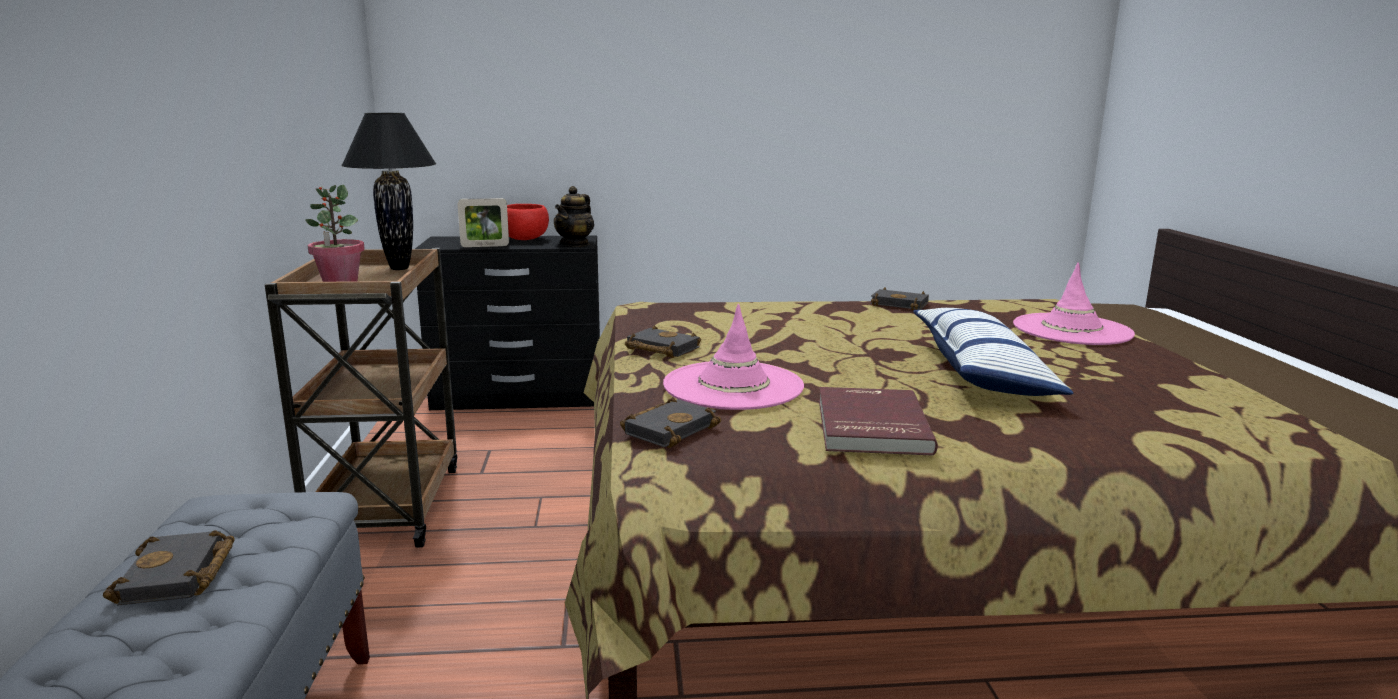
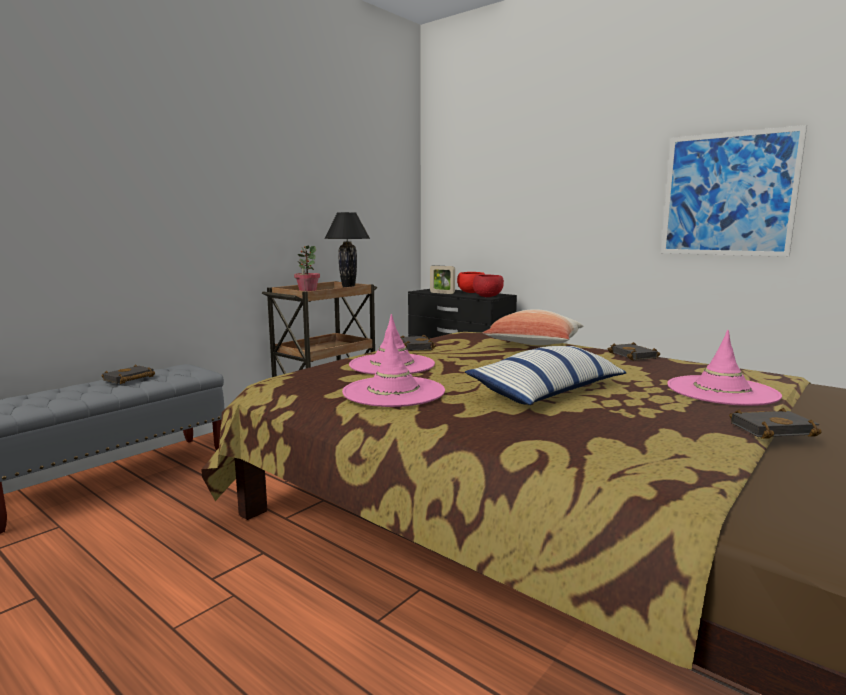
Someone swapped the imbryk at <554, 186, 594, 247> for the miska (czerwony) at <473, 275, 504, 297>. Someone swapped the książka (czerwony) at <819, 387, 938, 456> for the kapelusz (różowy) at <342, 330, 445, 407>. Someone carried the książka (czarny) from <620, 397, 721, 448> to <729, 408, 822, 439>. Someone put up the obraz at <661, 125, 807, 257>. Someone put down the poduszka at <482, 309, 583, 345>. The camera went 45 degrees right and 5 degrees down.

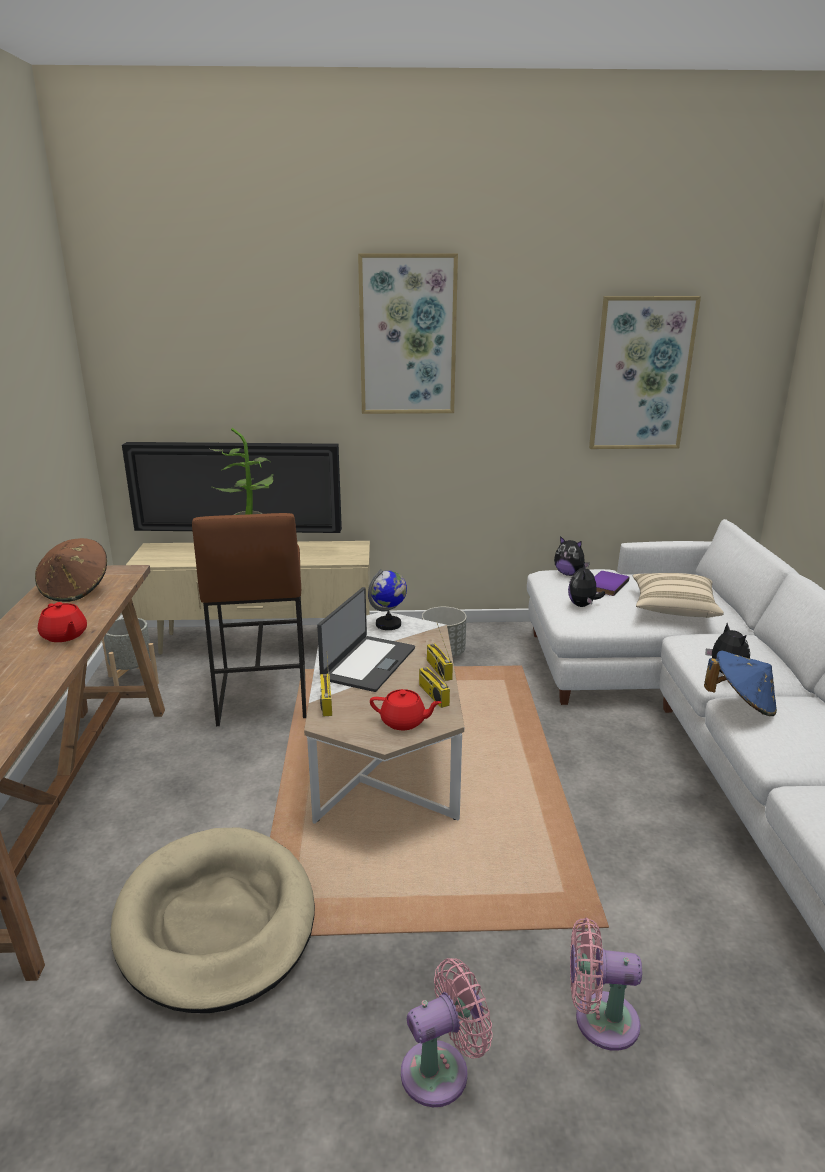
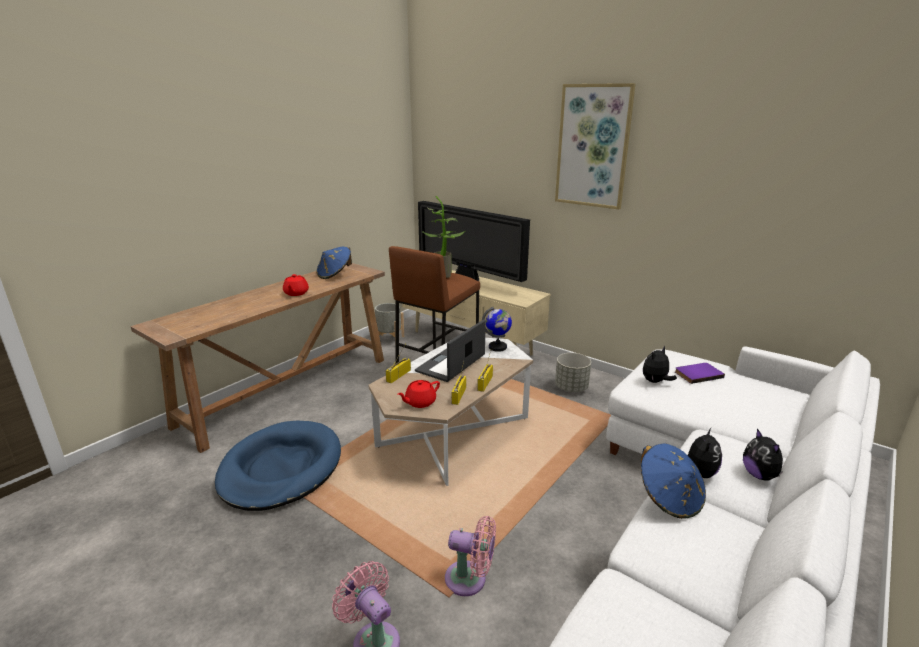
Someone took away the obraz at <589, 296, 701, 449>. Someone carried the pluszak from <554, 536, 590, 576> to <743, 429, 783, 480>. Someone repainted the kapelusz (brązowy) at <35, 538, 107, 602>, which became the kapelusz (niebieski) at <316, 247, 352, 279>. Someone took away the poduszka (beżowy) at <633, 573, 724, 618>. Someone rotated the laptop at <317, 587, 415, 692> by 150 degrees clockwise. Someone rotated the imbryk (czerwony) at <370, 689, 441, 730> by 90 degrees clockwise. Someone repainted the legowisko (beżowy) at <110, 827, 315, 1013>, which became the legowisko (niebieski) at <215, 420, 341, 511>. Someone carried the wentylator (różowy) from <401, 958, 493, 1107> to <445, 516, 496, 596>. The camera went 40 degrees right and 0 degrees up.

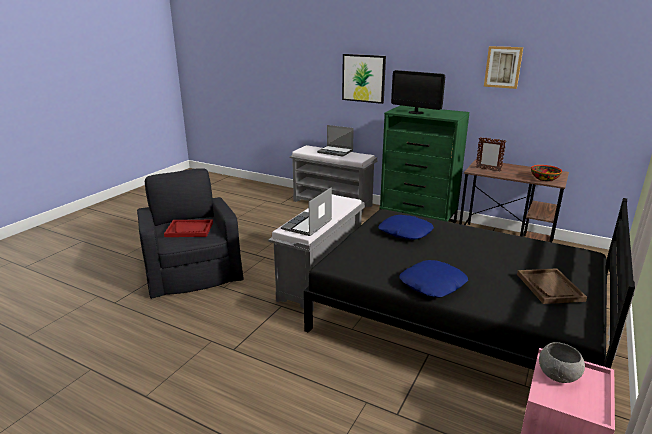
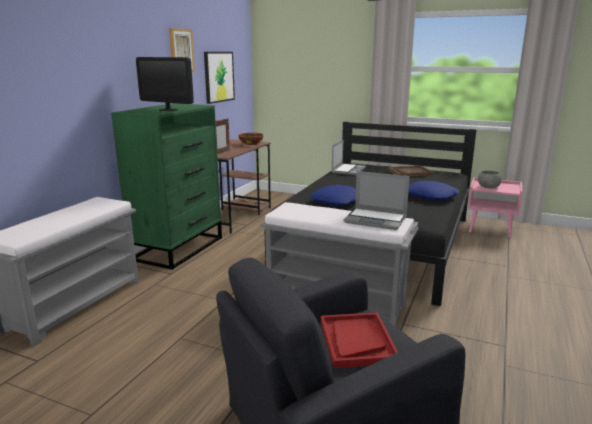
Someone carried the obraz from <342, 54, 386, 104> to <204, 52, 235, 104>. Someone rotated the monitor at <391, 70, 445, 114> by 90 degrees clockwise. Someone carried the laptop from <317, 125, 354, 157> to <331, 139, 366, 175>. The camera went 95 degrees left and 5 degrees down.

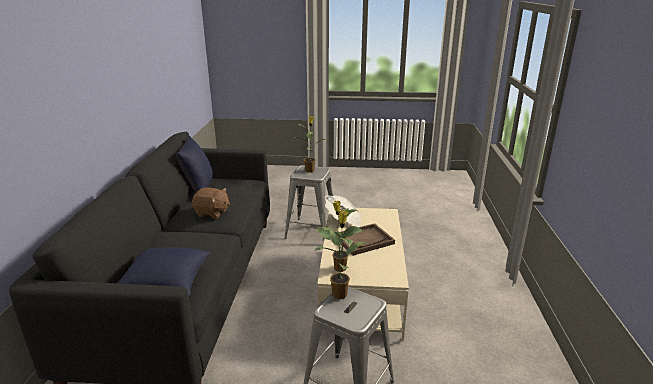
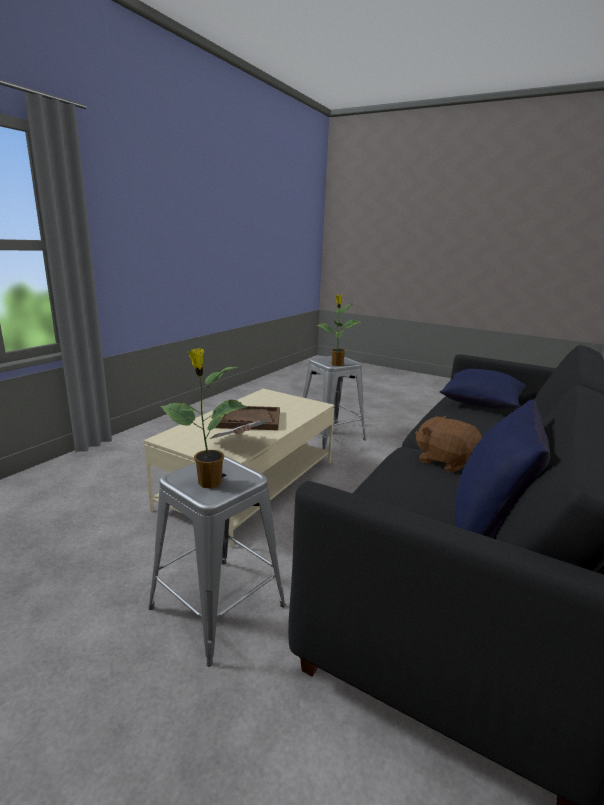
Someone took away the roślina doniczkowa at <315, 201, 363, 272>. The camera went 155 degrees left and 5 degrees down.

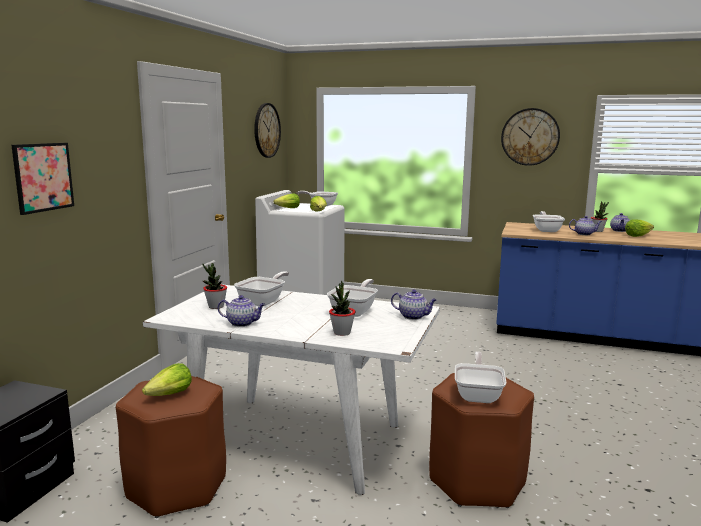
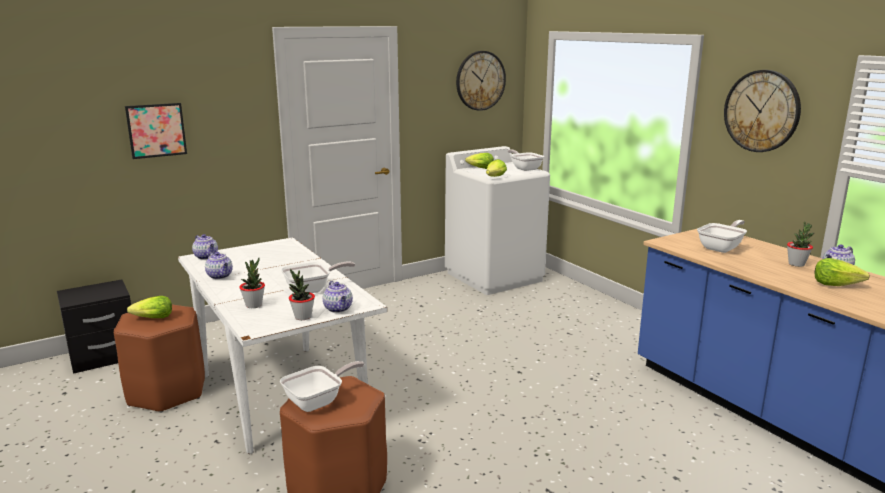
Someone carried the imbryk from <569, 216, 602, 235> to <192, 234, 218, 260>. Someone carried the roślina doniczkowa from <203, 263, 227, 309> to <289, 269, 315, 320>. Someone took away the patelnia at <234, 271, 289, 306>. The camera went 40 degrees right and 5 degrees up.

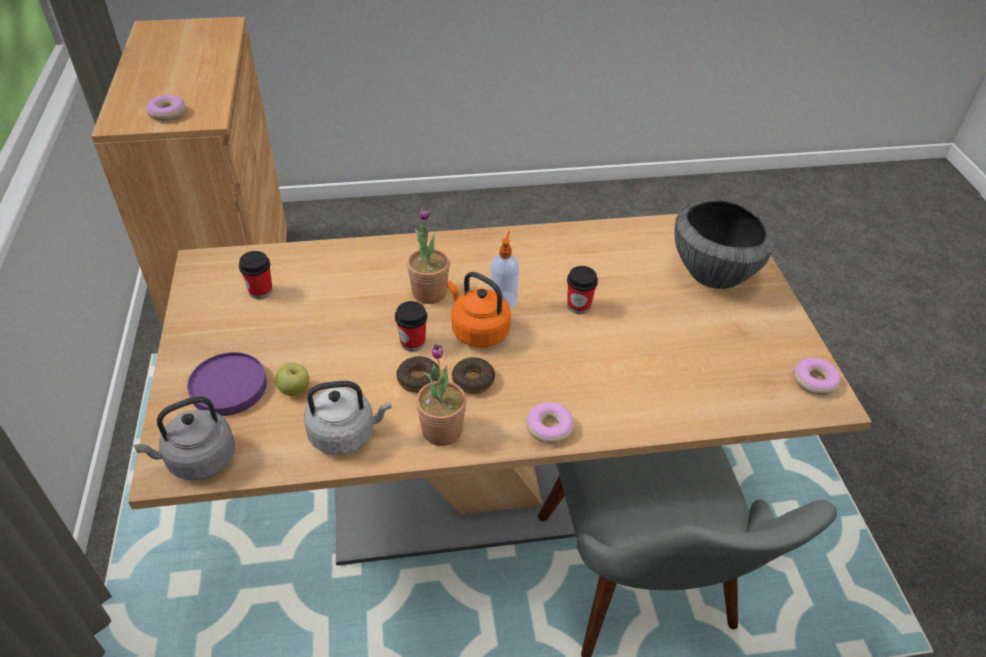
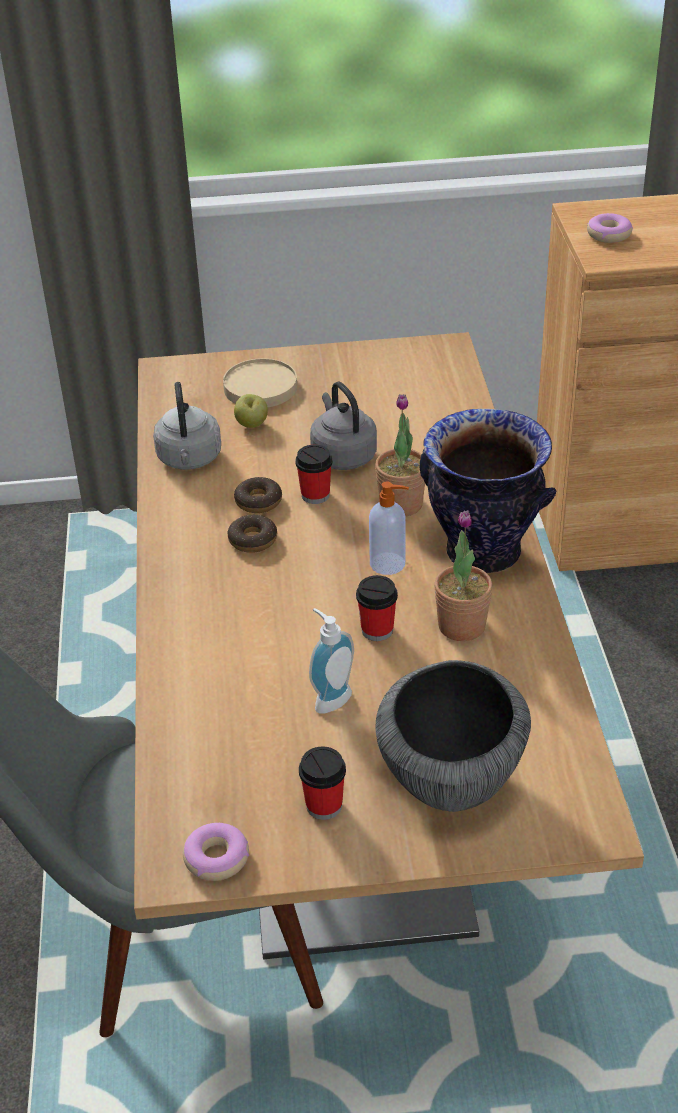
Someone carried the filiżanka from <239, 251, 273, 299> to <299, 746, 346, 820>. Someone took away the czajnik (pomarańczowy) at <447, 272, 511, 348>. Someone carried the roślina doniczkowa from <416, 344, 466, 446> to <434, 510, 493, 641>. Someone repainted the talerz (fioletowy) at <187, 352, 267, 416>, which became the talerz (beżowy) at <223, 358, 297, 407>. Someone carried the czajnik (szary) from <133, 396, 235, 480> to <310, 381, 377, 470>. Someone took away the donut at <525, 402, 574, 444>. Someone put down the wazon at <420, 409, 556, 573>. Someone put down the dozownik mydła at <309, 608, 354, 714>. The camera went 95 degrees right and 5 degrees down.

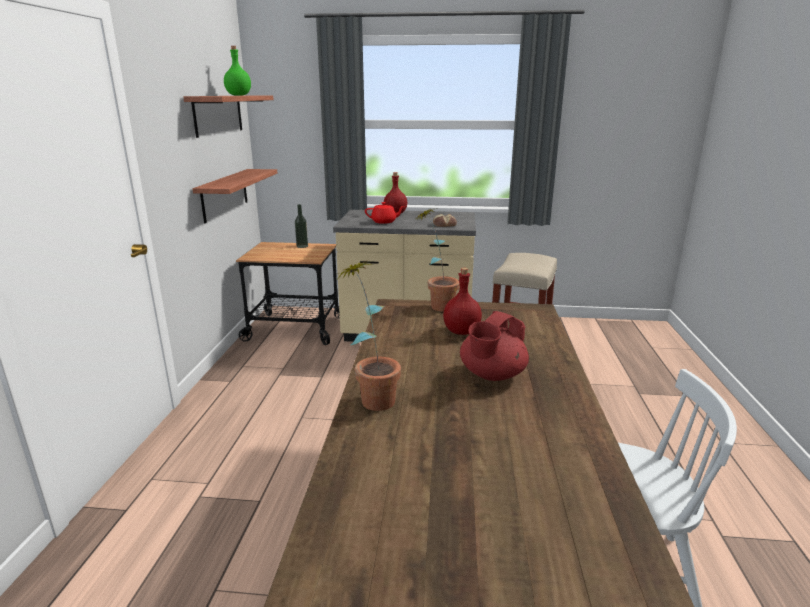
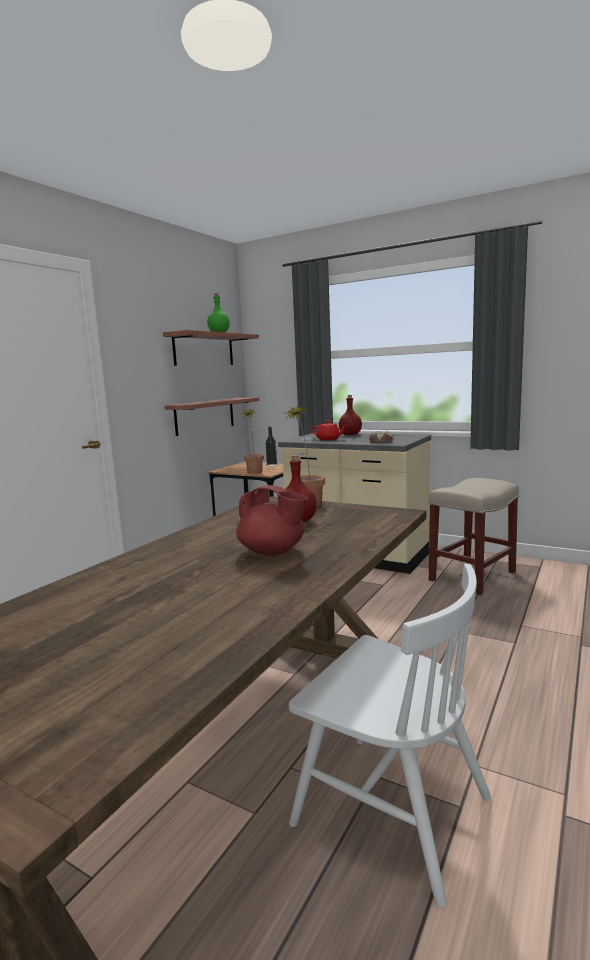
Someone carried the roślina doniczkowa from <336, 260, 401, 411> to <241, 408, 264, 474>. Someone rotated the imbryk (czerwony) at <460, 311, 529, 381> by 120 degrees counterclockwise. The camera went 25 degrees right and 10 degrees down.

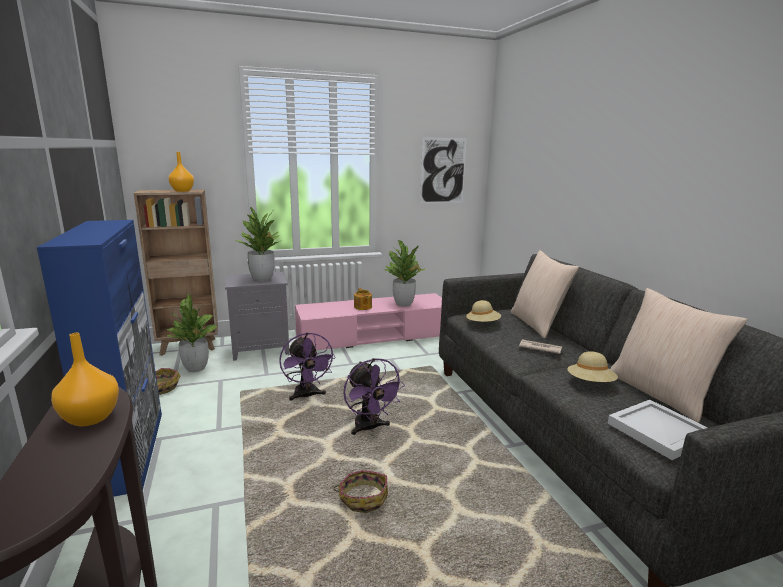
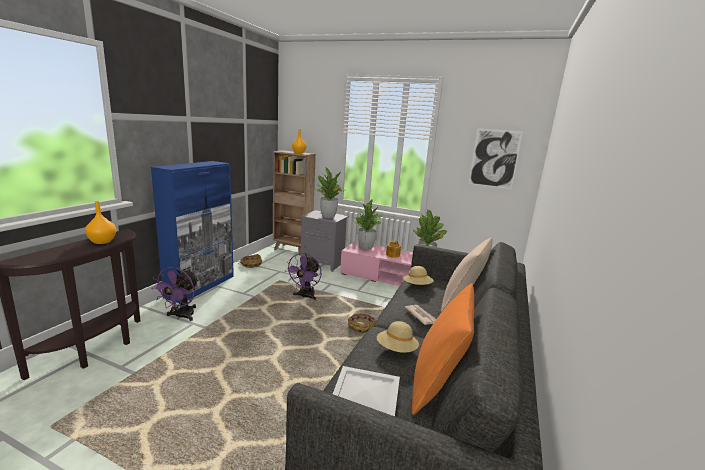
Someone repainted the poduszka (beżowy) at <610, 288, 747, 423>, which became the poduszka (pomarańczowy) at <412, 284, 474, 415>. Someone carried the roślina doniczkowa from <164, 294, 217, 372> to <353, 199, 382, 250>. Someone carried the wentylator (fioletowy) from <344, 358, 405, 435> to <151, 267, 199, 321>. Someone carried the koszyk from <333, 470, 388, 513> to <348, 313, 376, 334>. The camera went 40 degrees right and 0 degrees up.

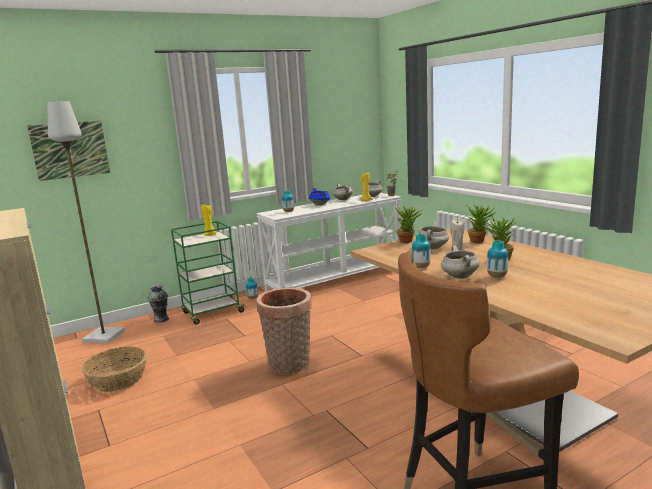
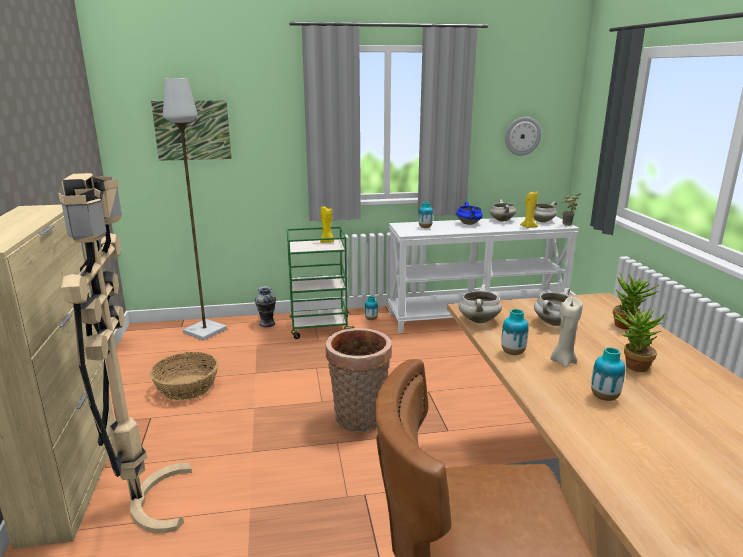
Someone took away the roślina doniczkowa at <395, 205, 422, 243>. Someone carried the garnek (biały) from <441, 245, 480, 279> to <458, 284, 502, 323>. Someone put up the zegar ścienny at <505, 117, 541, 156>. Someone put down the lampa stojąca (beżowy) at <58, 173, 192, 533>. The camera went 20 degrees right and 5 degrees up.

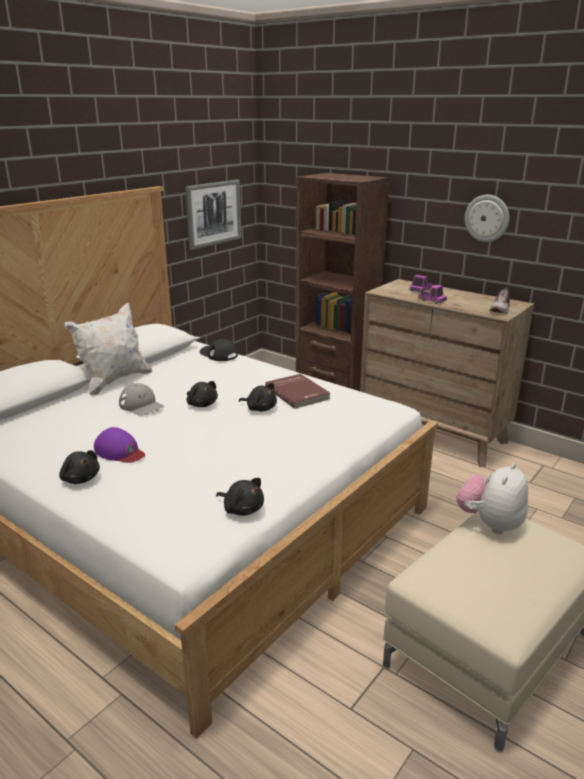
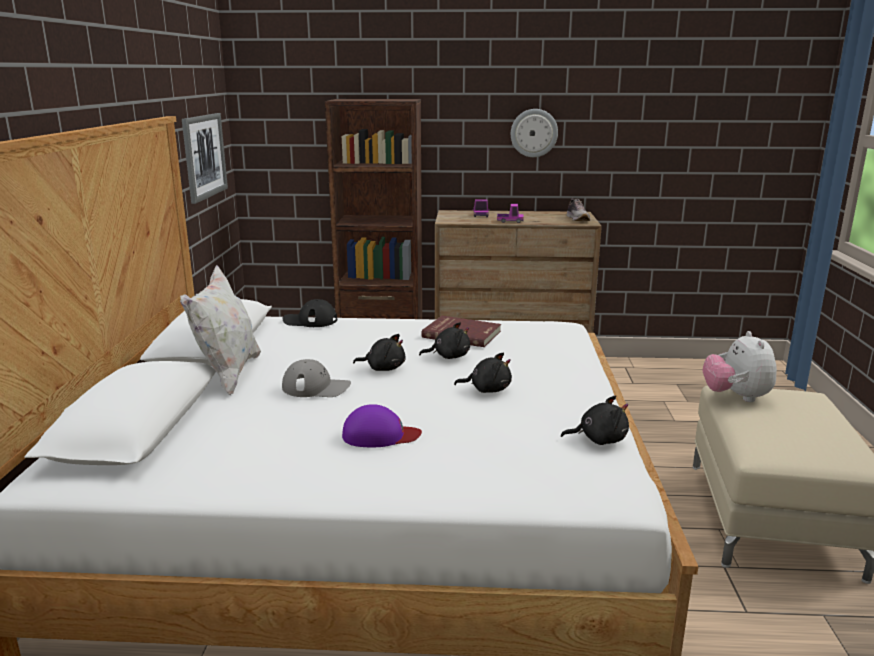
Someone carried the pluszak (czarny) from <59, 450, 100, 484> to <454, 353, 512, 393>. The camera went 35 degrees left and 5 degrees down.

